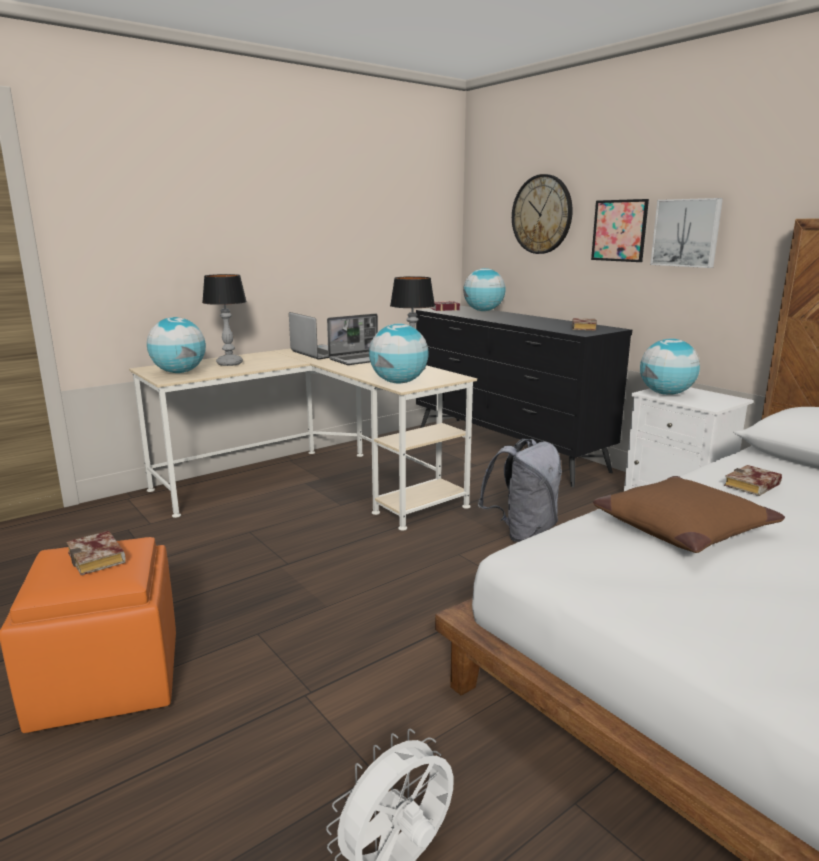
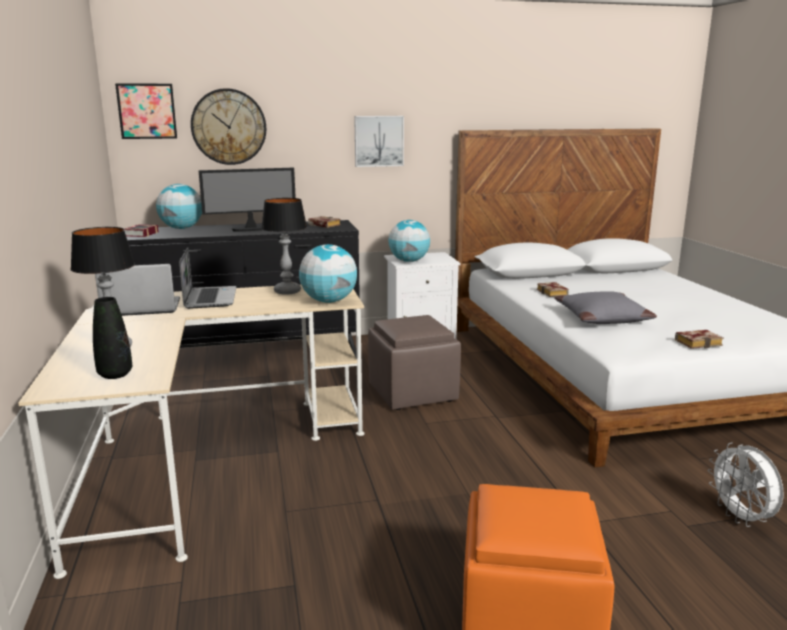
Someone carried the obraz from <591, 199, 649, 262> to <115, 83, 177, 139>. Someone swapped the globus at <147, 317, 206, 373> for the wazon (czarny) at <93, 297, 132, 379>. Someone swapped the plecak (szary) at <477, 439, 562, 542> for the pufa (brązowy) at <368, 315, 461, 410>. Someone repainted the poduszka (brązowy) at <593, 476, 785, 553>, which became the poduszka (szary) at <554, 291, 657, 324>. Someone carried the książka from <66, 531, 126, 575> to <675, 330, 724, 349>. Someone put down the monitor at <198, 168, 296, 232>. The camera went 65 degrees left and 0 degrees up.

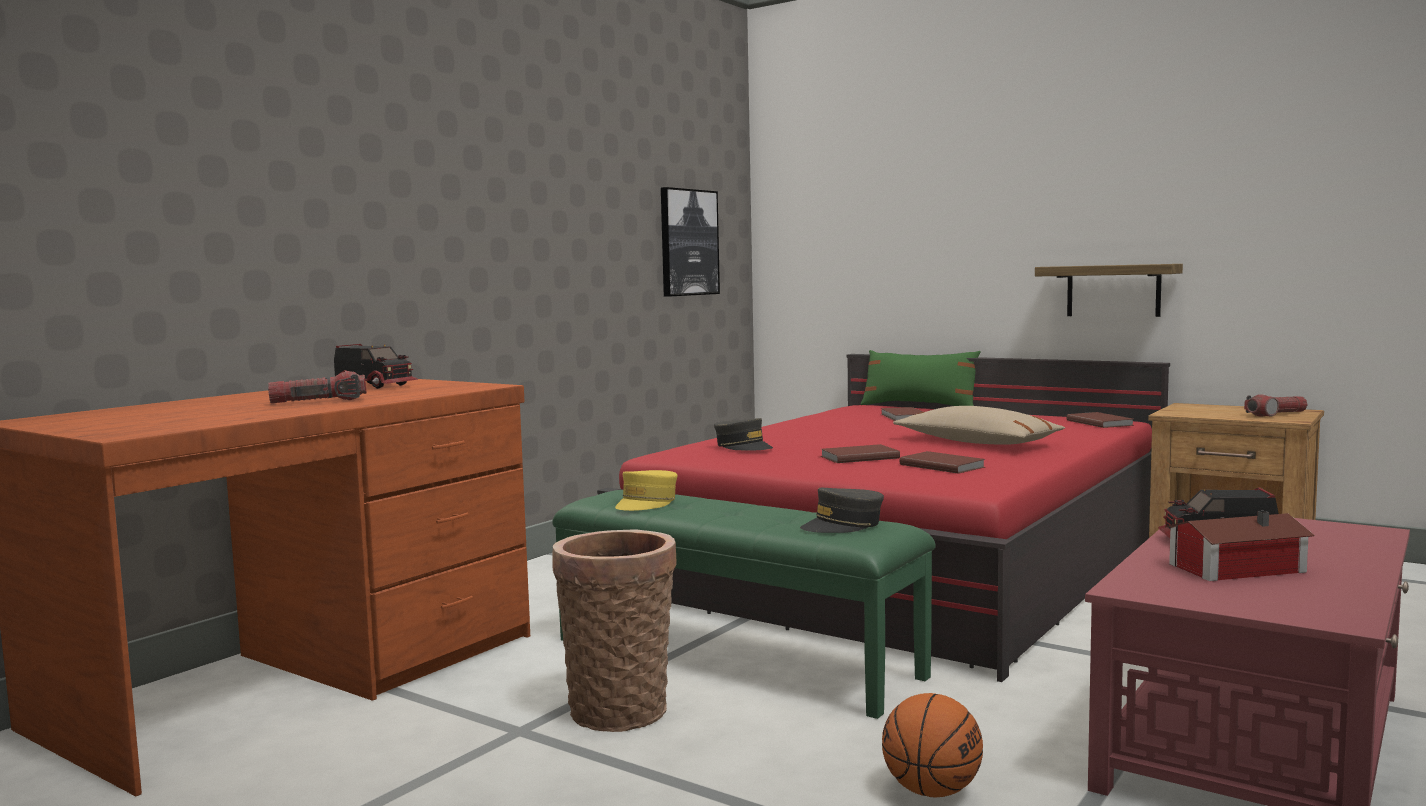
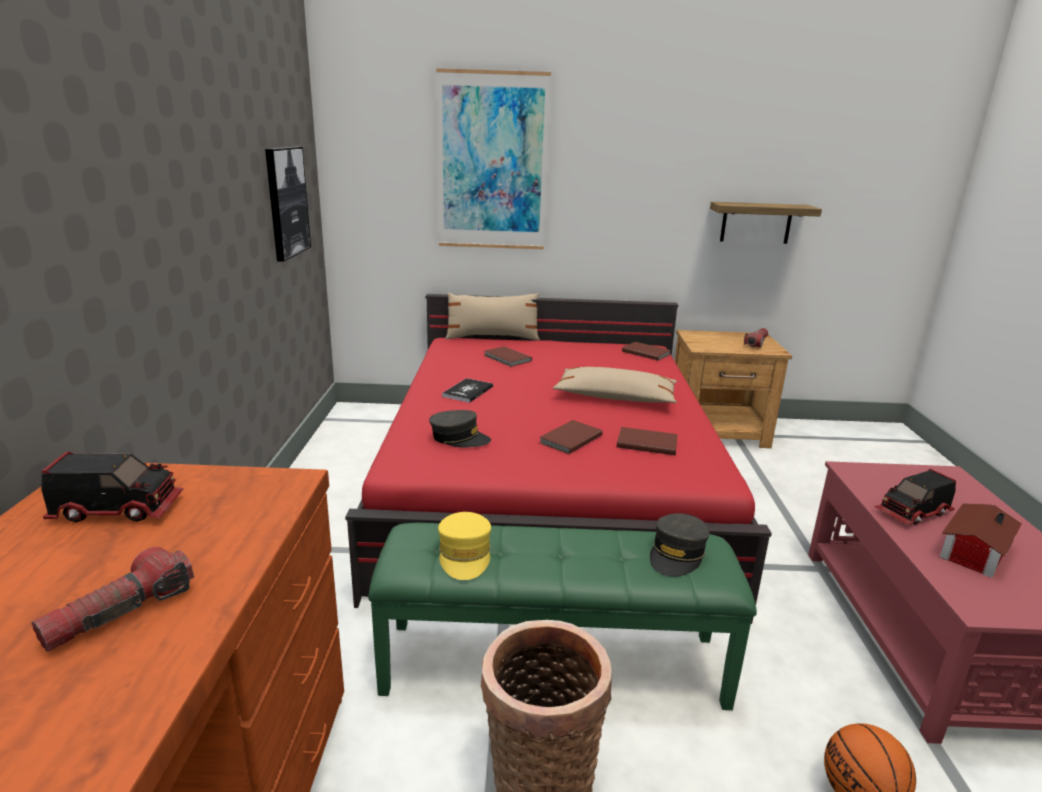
Someone carried the półka from <1035, 264, 1183, 317> to <710, 202, 822, 244>. Someone repainted the poduszka (zielony) at <860, 350, 981, 406>, which became the poduszka (beżowy) at <446, 293, 540, 340>. Someone put up the obraz at <436, 68, 551, 250>. Someone put down the książka at <442, 378, 493, 403>. The camera went 35 degrees left and 15 degrees up.

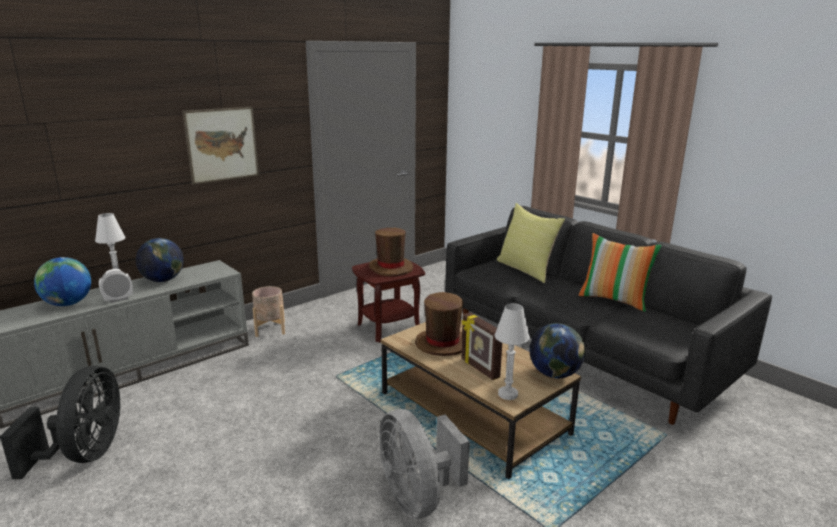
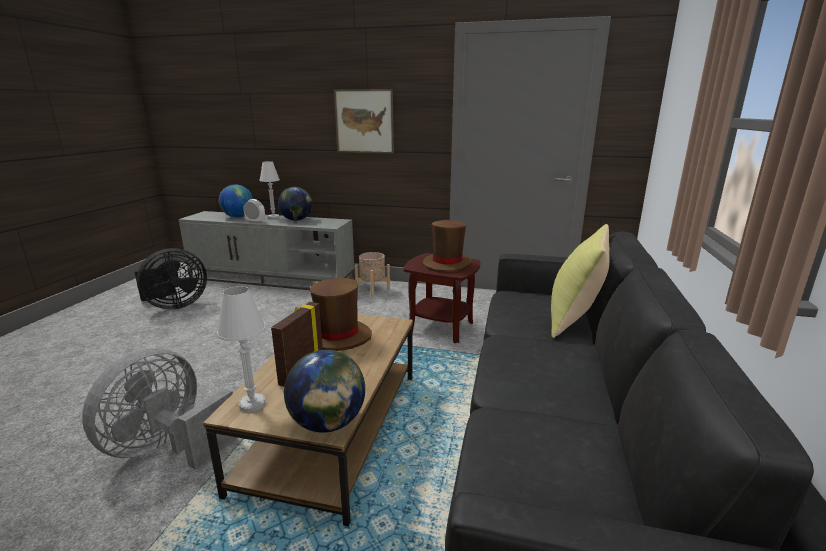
Someone took away the poduszka at <579, 233, 662, 312>. The camera went 55 degrees right and 0 degrees up.

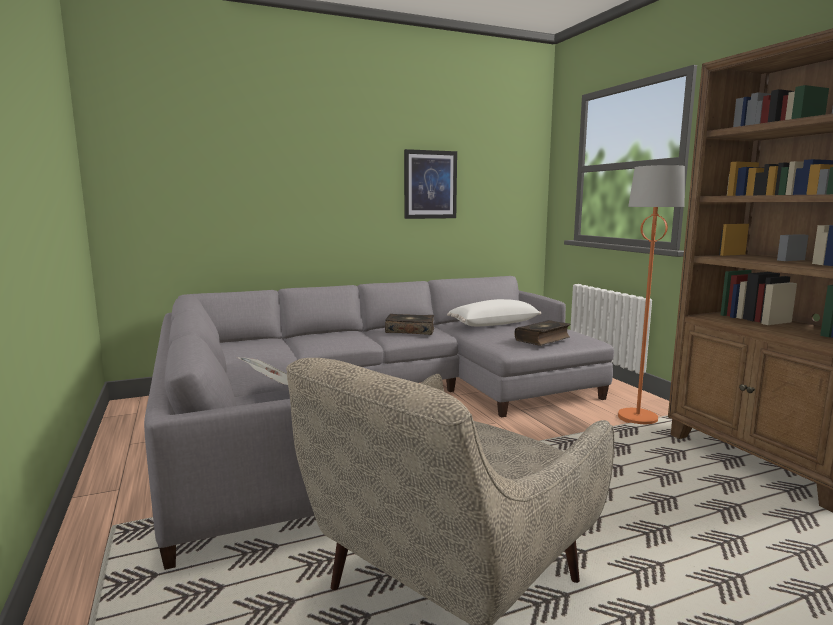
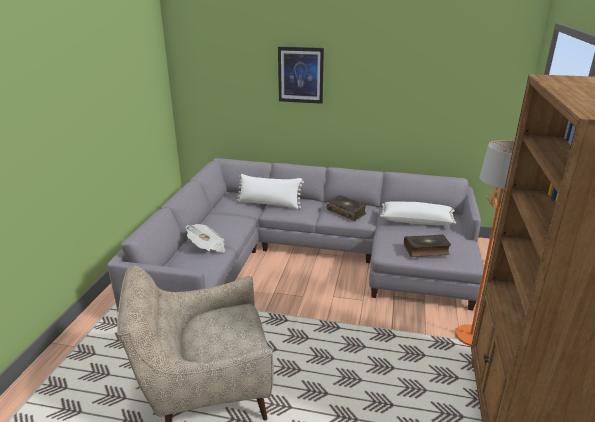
Someone carried the obraz from <404, 149, 457, 219> to <278, 47, 324, 104>. Someone put down the poduszka (biały) at <237, 174, 304, 209>. The camera went 35 degrees right and 15 degrees up.

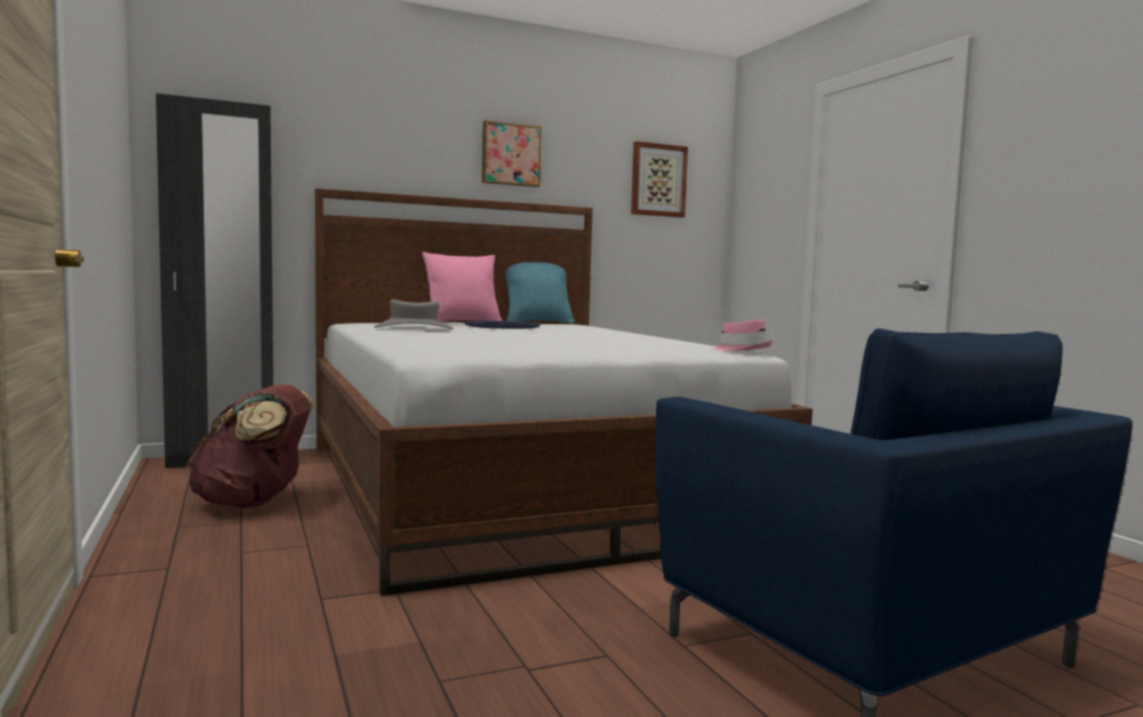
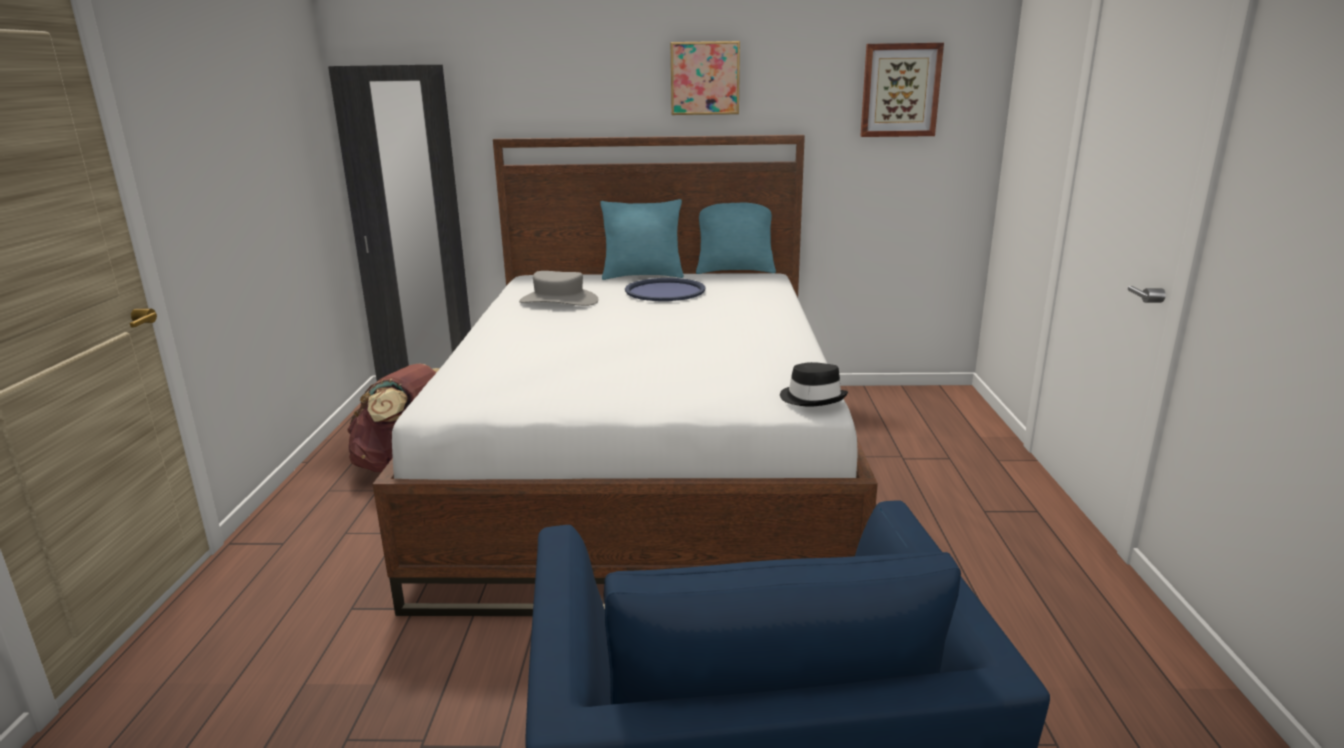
Someone repainted the poduszka (różowy) at <422, 252, 502, 322>, which became the poduszka (turkusowy) at <600, 199, 684, 280>. Someone repainted the kapelusz (różowy) at <711, 320, 772, 351>, which became the kapelusz (czarny) at <780, 362, 848, 407>. The camera went 25 degrees right and 15 degrees up.

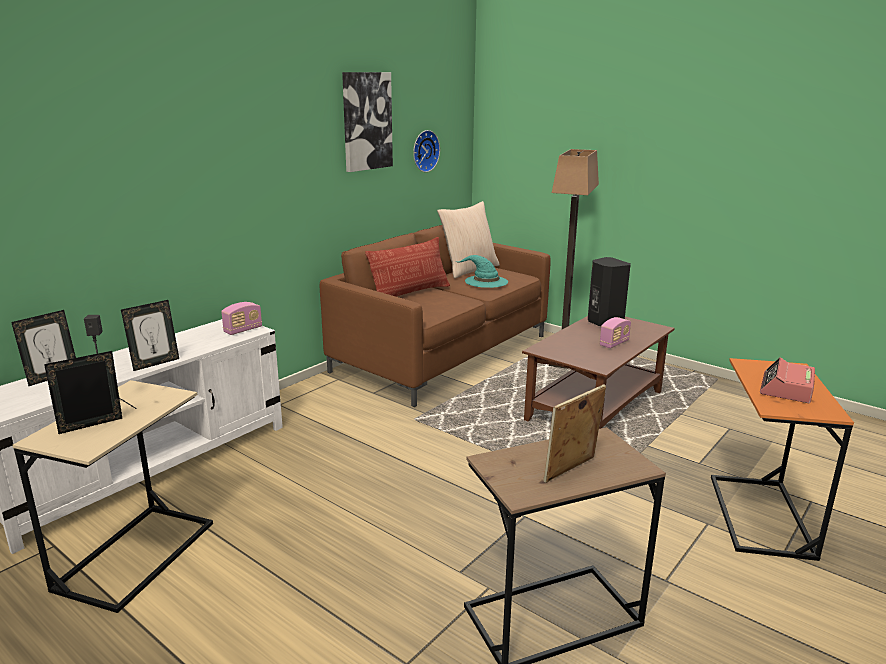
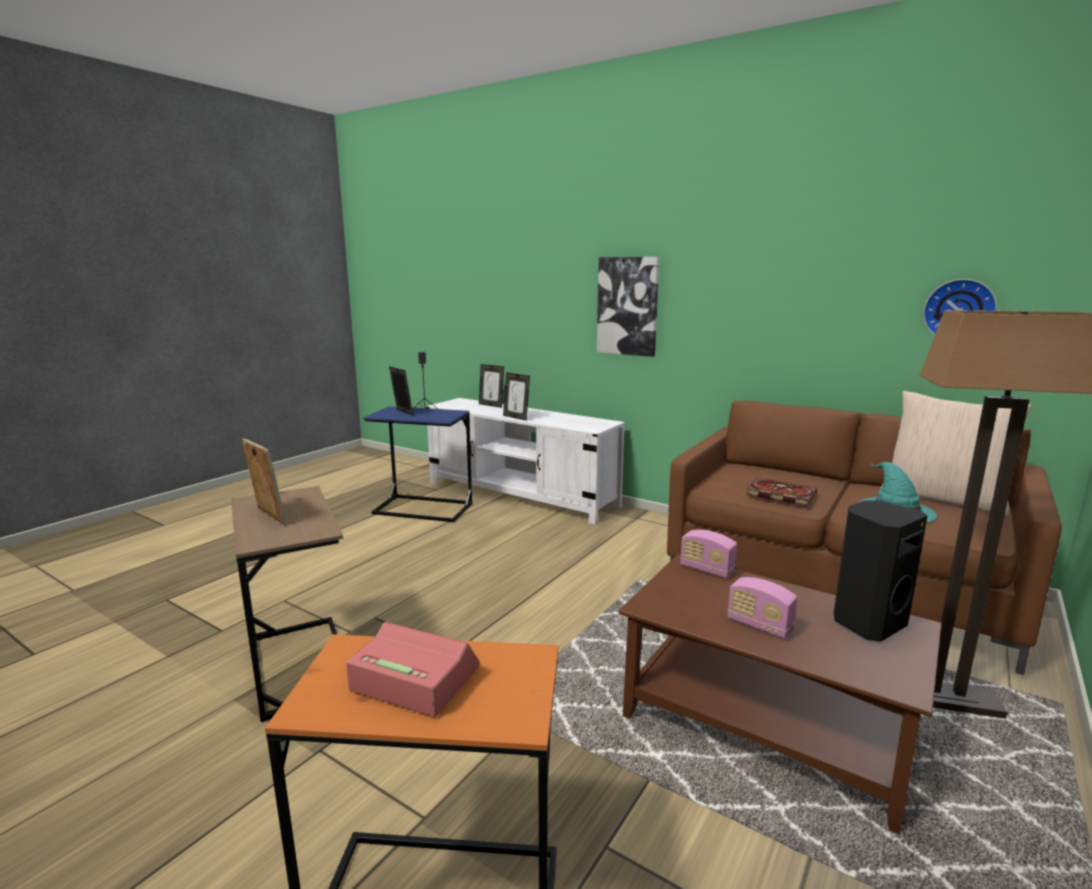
Someone carried the obraz from <342, 72, 393, 172> to <597, 257, 660, 357>. Someone took away the poduszka at <365, 237, 450, 297>. Someone carried the radio from <221, 302, 262, 335> to <680, 529, 737, 578>. Someone repainted the stolik (beżowy) at <13, 380, 213, 613>, which became the stolik (niebieski) at <363, 406, 472, 522>. Someone put down the książka at <747, 478, 817, 506>. The camera went 85 degrees right and 5 degrees down.

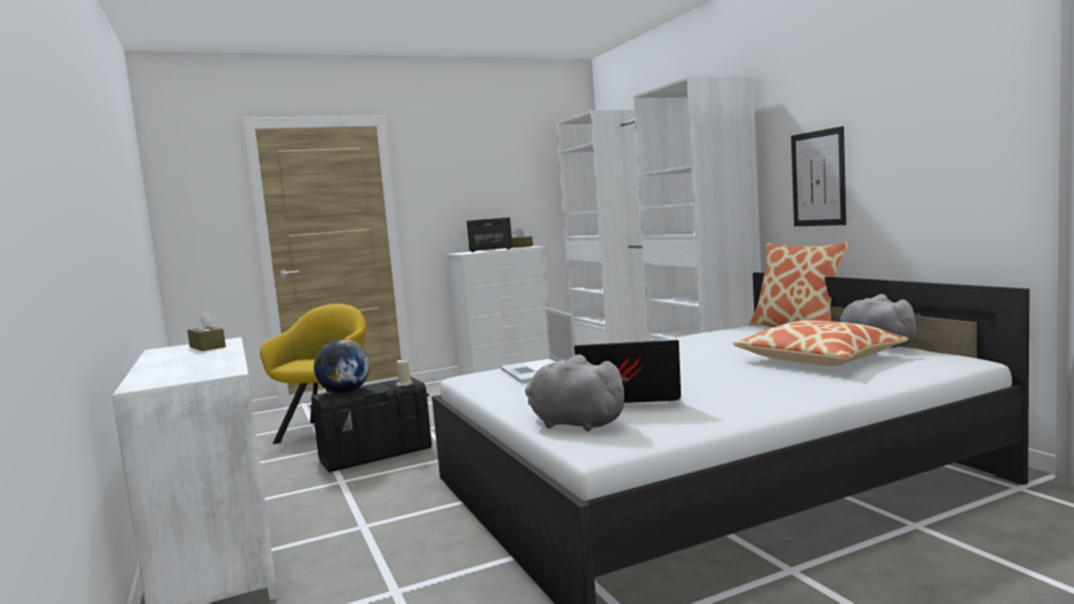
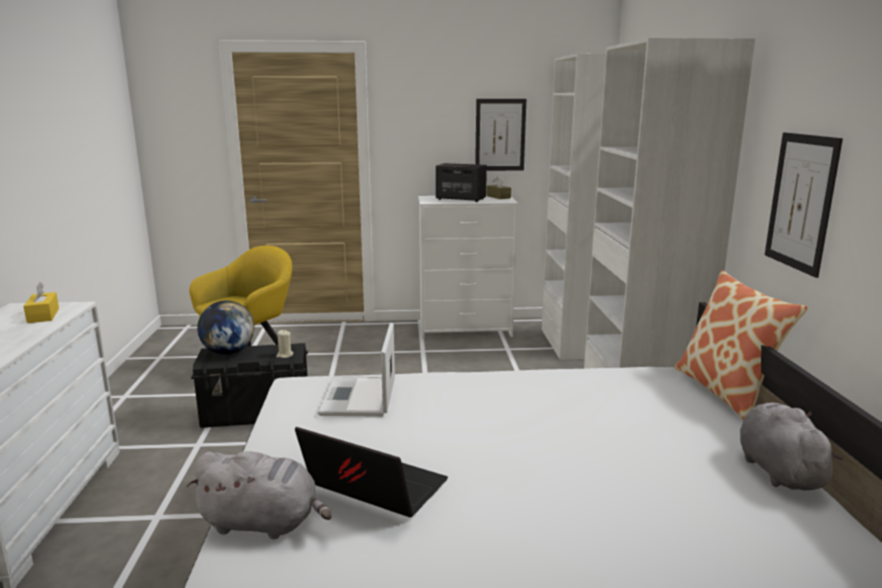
Someone repainted the pudełko chusteczek (brązowy) at <187, 311, 226, 351>, which became the pudełko chusteczek (żółty) at <23, 282, 59, 323>. Someone took away the poduszka at <733, 320, 909, 366>. Someone rotated the pluszak (szary) at <525, 354, 629, 431> by 135 degrees clockwise. Someone put up the obraz at <475, 99, 526, 171>. The camera went 20 degrees right and 10 degrees up.

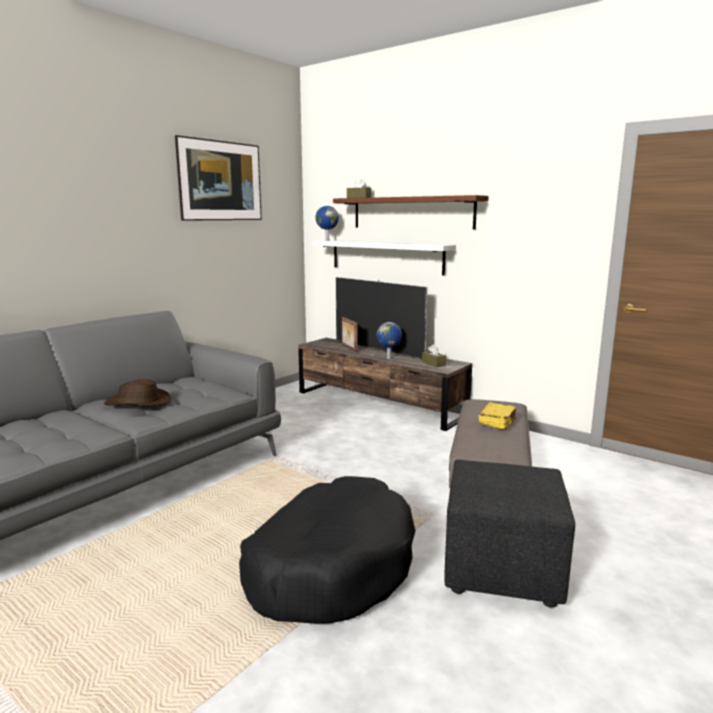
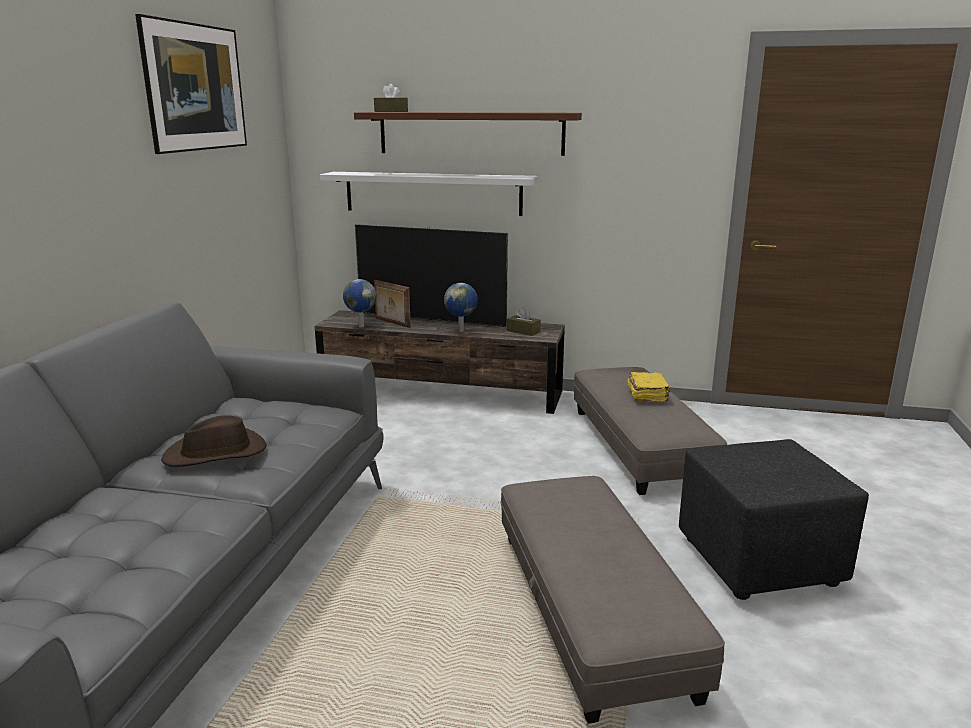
Someone carried the globus from <316, 206, 339, 241> to <343, 279, 376, 327>. Someone swapped the legowisko (czarny) at <239, 476, 416, 624> for the pufa (szary) at <501, 476, 725, 724>. The camera went 25 degrees left and 5 degrees up.

